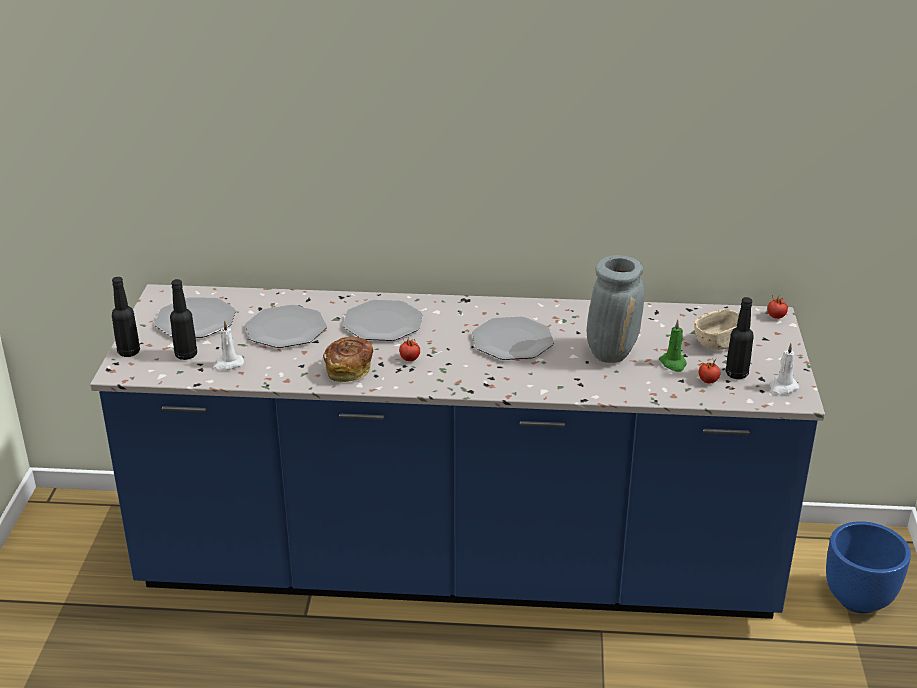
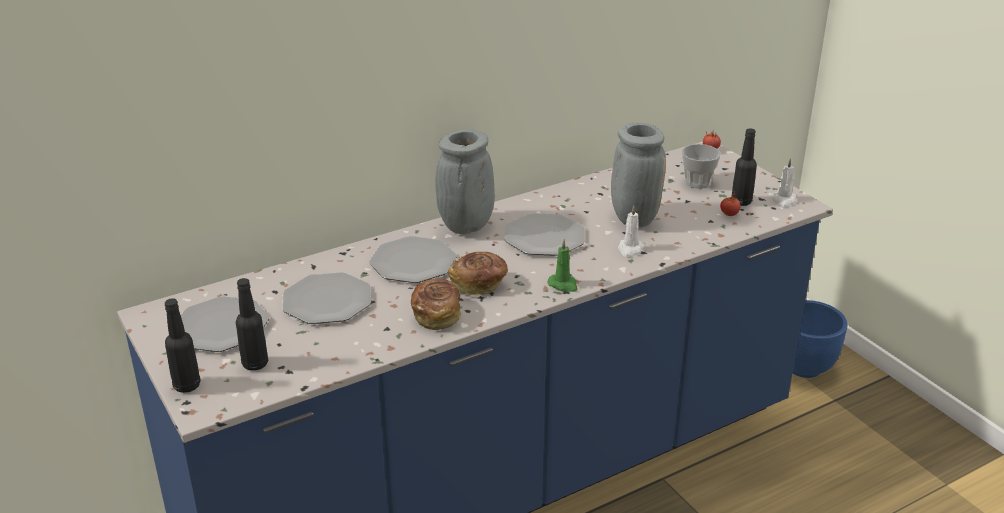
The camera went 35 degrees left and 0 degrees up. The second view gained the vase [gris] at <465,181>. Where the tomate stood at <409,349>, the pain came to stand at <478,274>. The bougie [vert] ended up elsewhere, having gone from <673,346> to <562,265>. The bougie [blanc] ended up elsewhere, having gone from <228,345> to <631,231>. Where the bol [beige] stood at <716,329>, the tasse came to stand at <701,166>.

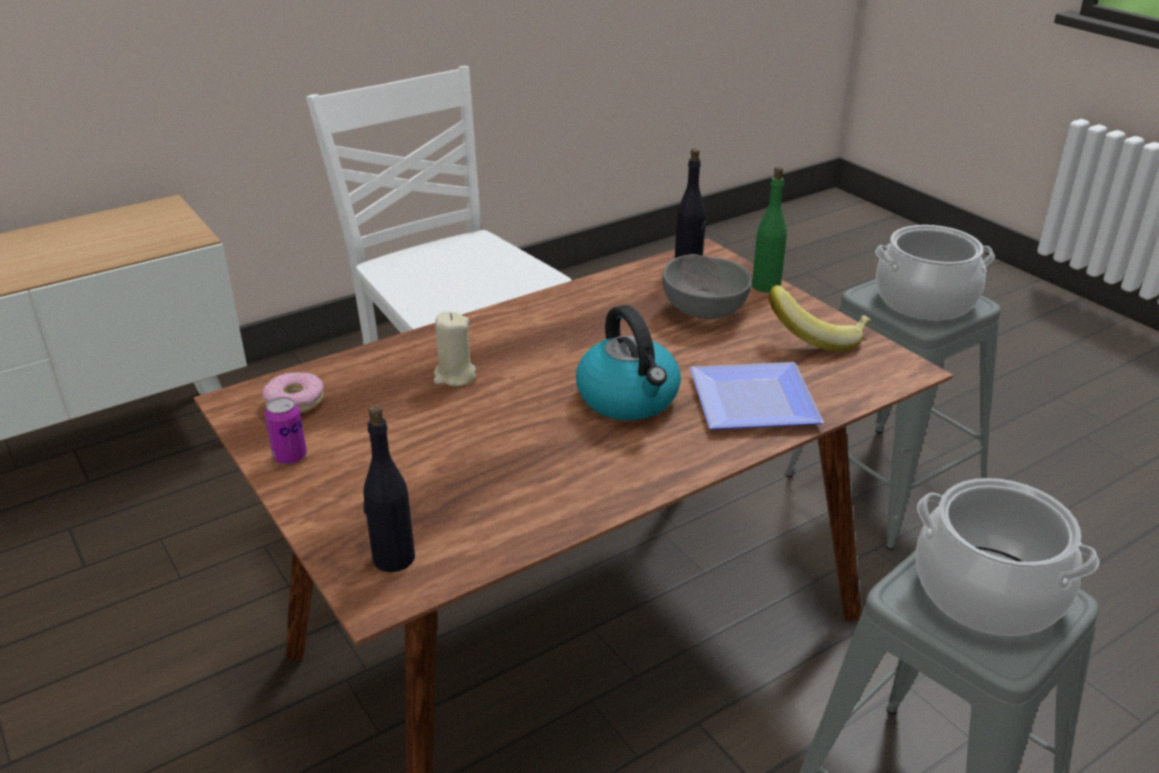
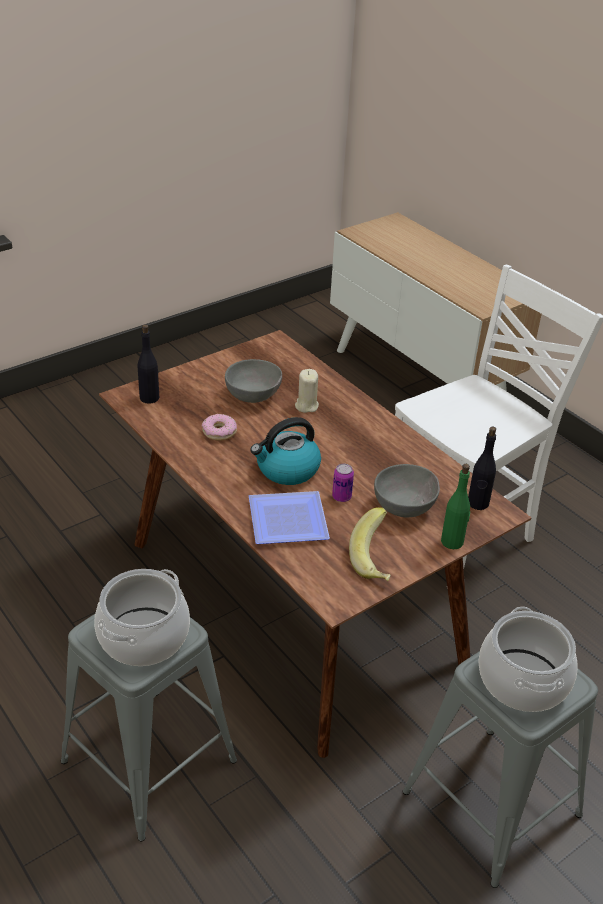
The camera went 85 degrees right and 5 degrees up. The beignet ended up elsewhere, having gone from <293,393> to <219,427>. The second view gained the bol [gris] at <253,381>. The boîte métallique ended up elsewhere, having gone from <285,430> to <343,483>.

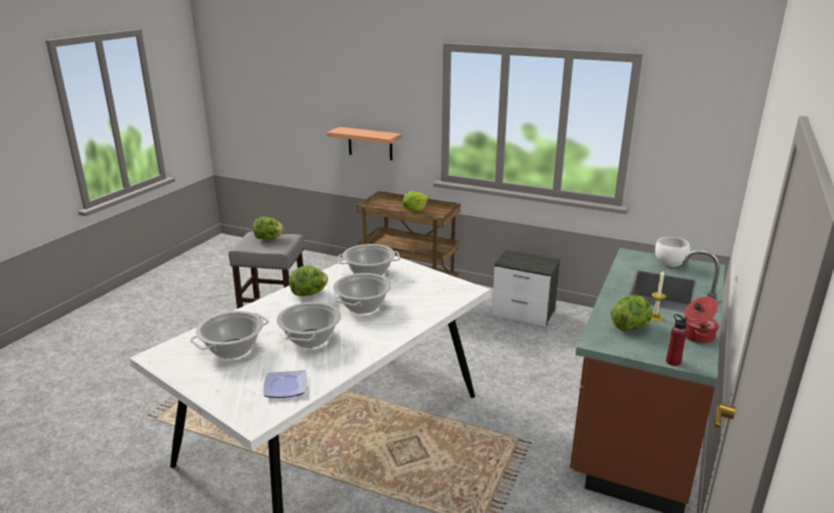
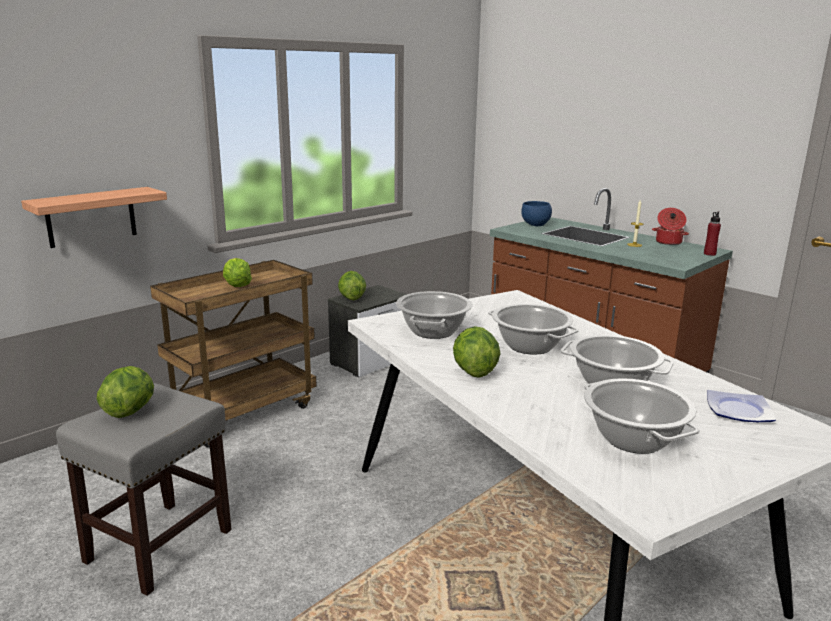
The camera went 70 degrees left and 5 degrees down. The laitue ended up elsewhere, having gone from <631,313> to <352,285>. What was the bol [blanc] at <672,252> turned into the bol [bleu] at <536,213>.

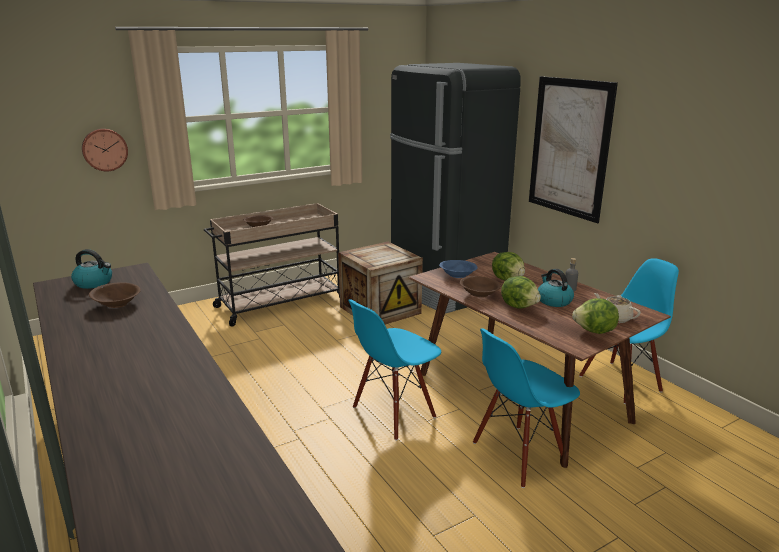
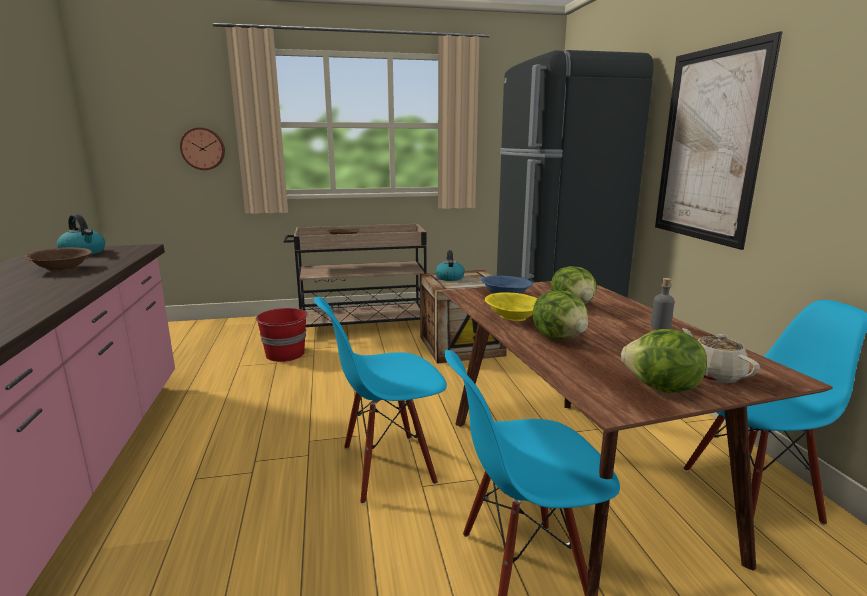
The camera went 20 degrees right and 5 degrees down. The second view gained the seau [rouge] at <282,335>. The bouilloire ended up elsewhere, having gone from <556,288> to <450,265>. What was the bol [marron] at <480,287> turned into the bol [jaune] at <511,306>.

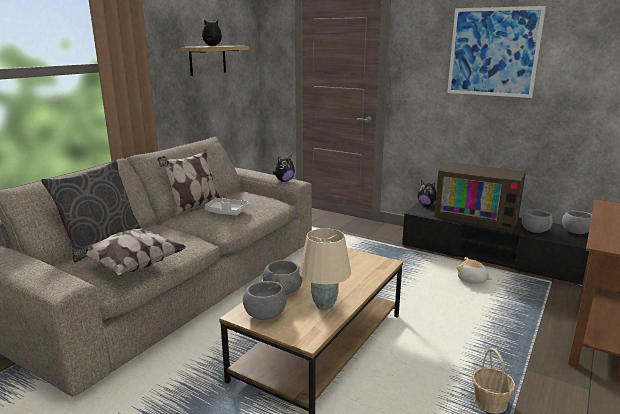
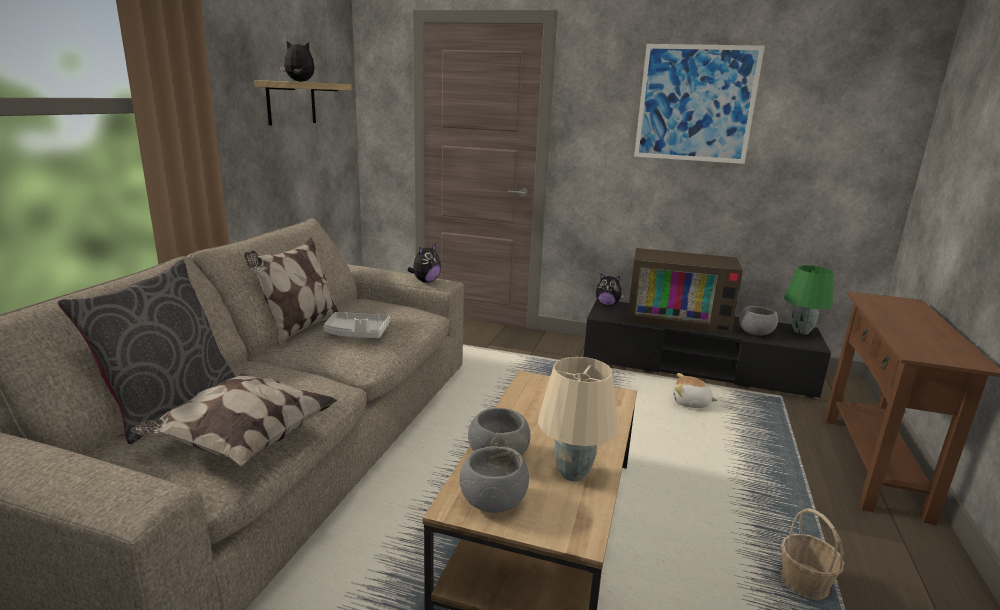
The camera went 15 degrees left and 0 degrees up. Where the bol [gris] stood at <577,222>, the lampe de table [vert] came to stand at <808,300>.

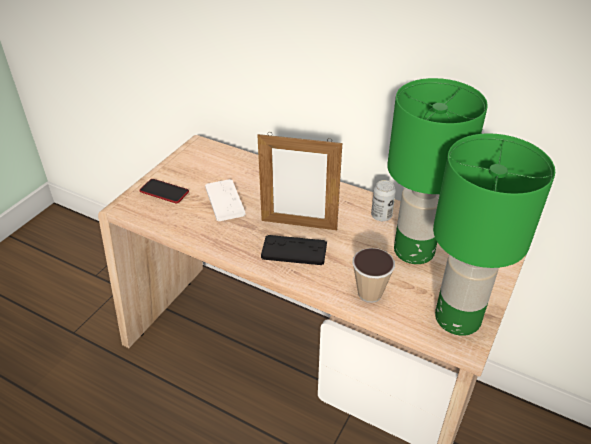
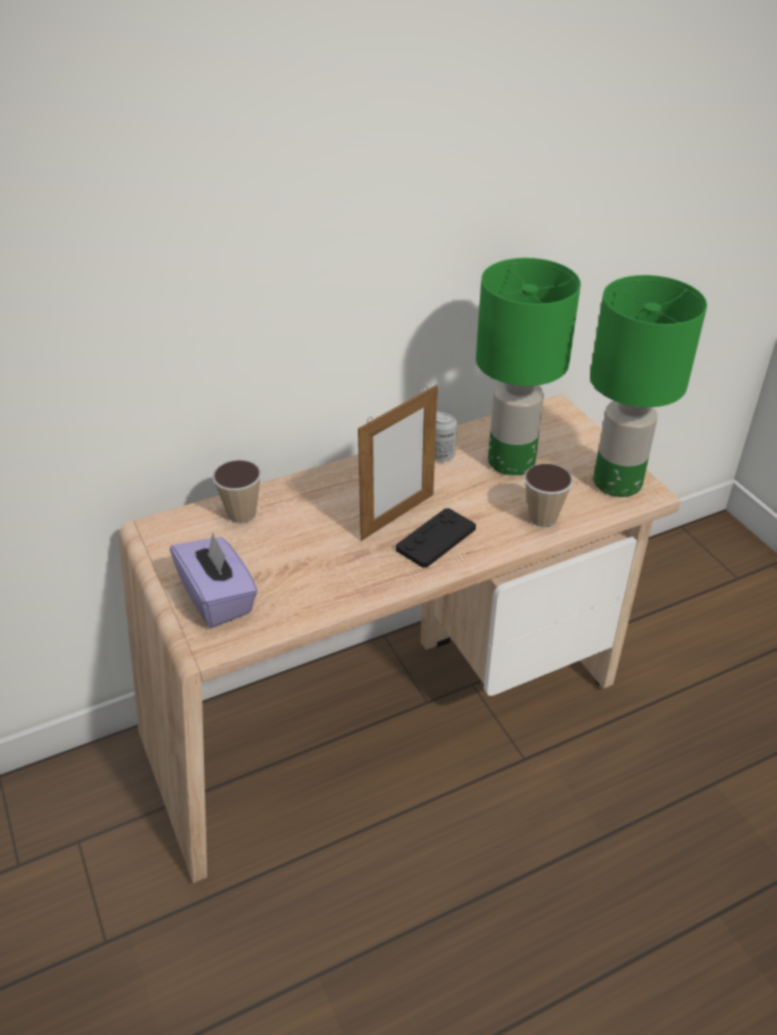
The camera went 55 degrees left and 0 degrees up. Where the téléphone stood at <164,191>, the boîte à mouchoirs [violet] came to stand at <214,580>. The second view gained the tasse at <236,491>. The second view lost the manette [blanc] at <225,200>.

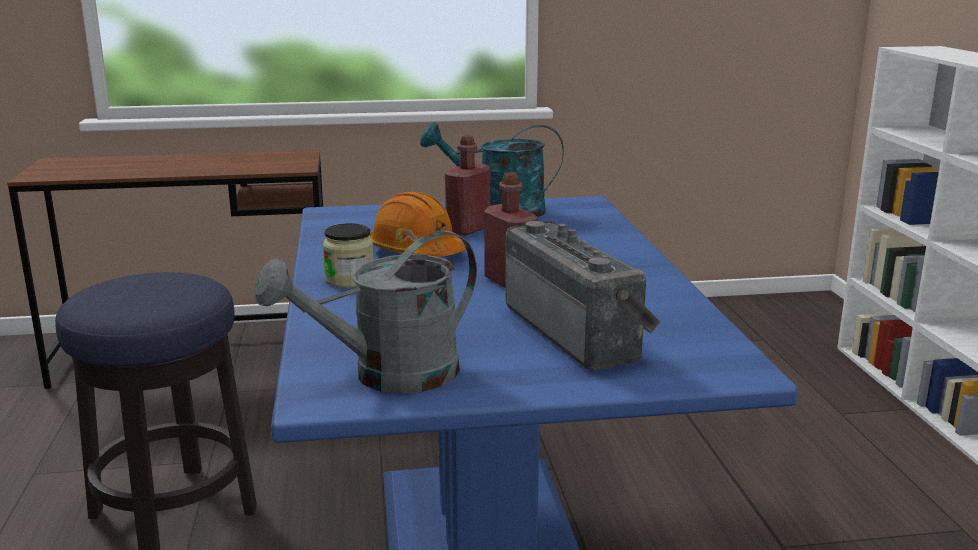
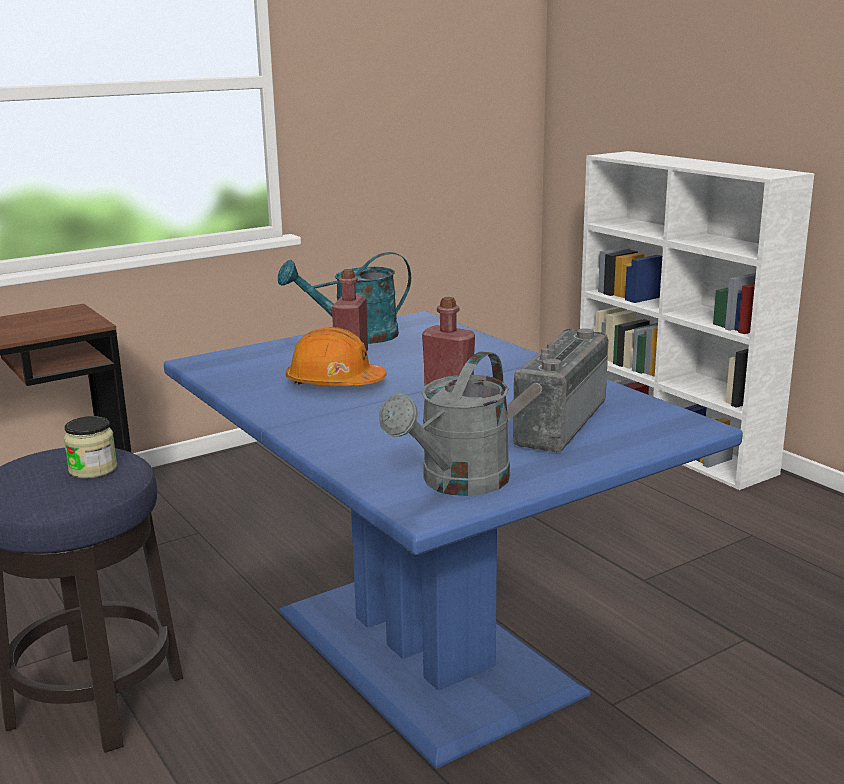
The camera went 25 degrees left and 0 degrees up. The bocal ended up elsewhere, having gone from <348,255> to <90,447>. The radio at <582,296> ended up facing another way, 105 degrees counterclockwise from before.

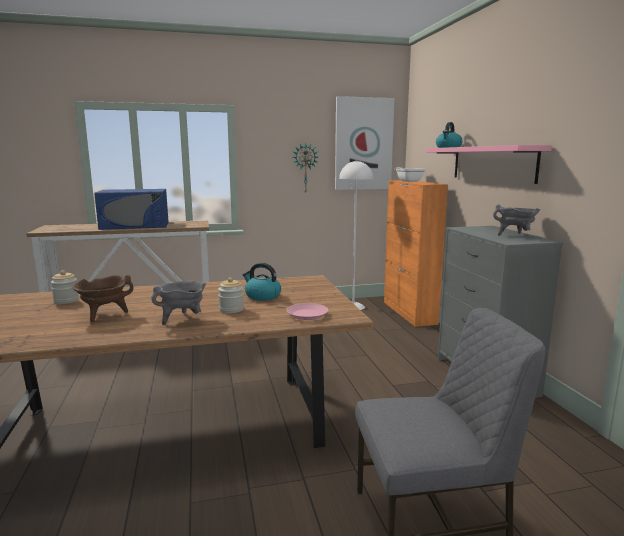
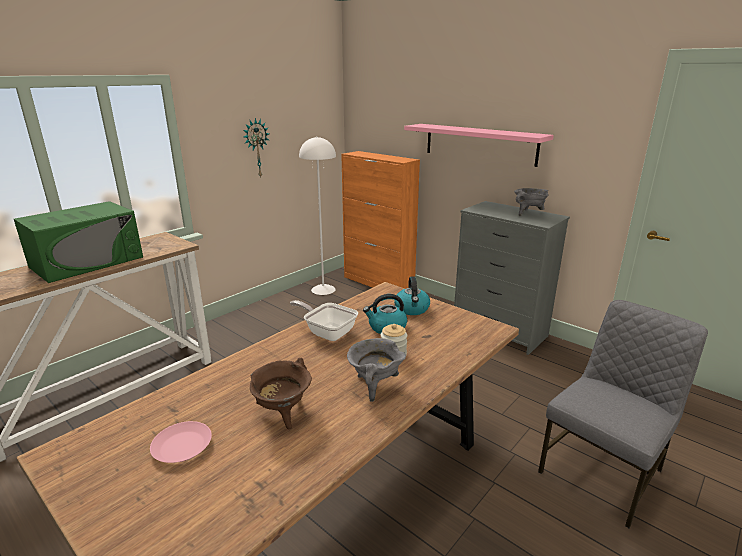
The camera went 35 degrees left and 10 degrees up. What was the micro-ondes [bleu] at <131,209> turned into the micro-ondes [vert] at <78,242>. The assiette [rose] ended up elsewhere, having gone from <307,311> to <181,442>. The poêle ended up elsewhere, having gone from <410,174> to <324,320>. The bouilloire ended up elsewhere, having gone from <449,135> to <412,295>. The second view lost the bocal at <65,287>. The second view lost the tableau at <365,143>.

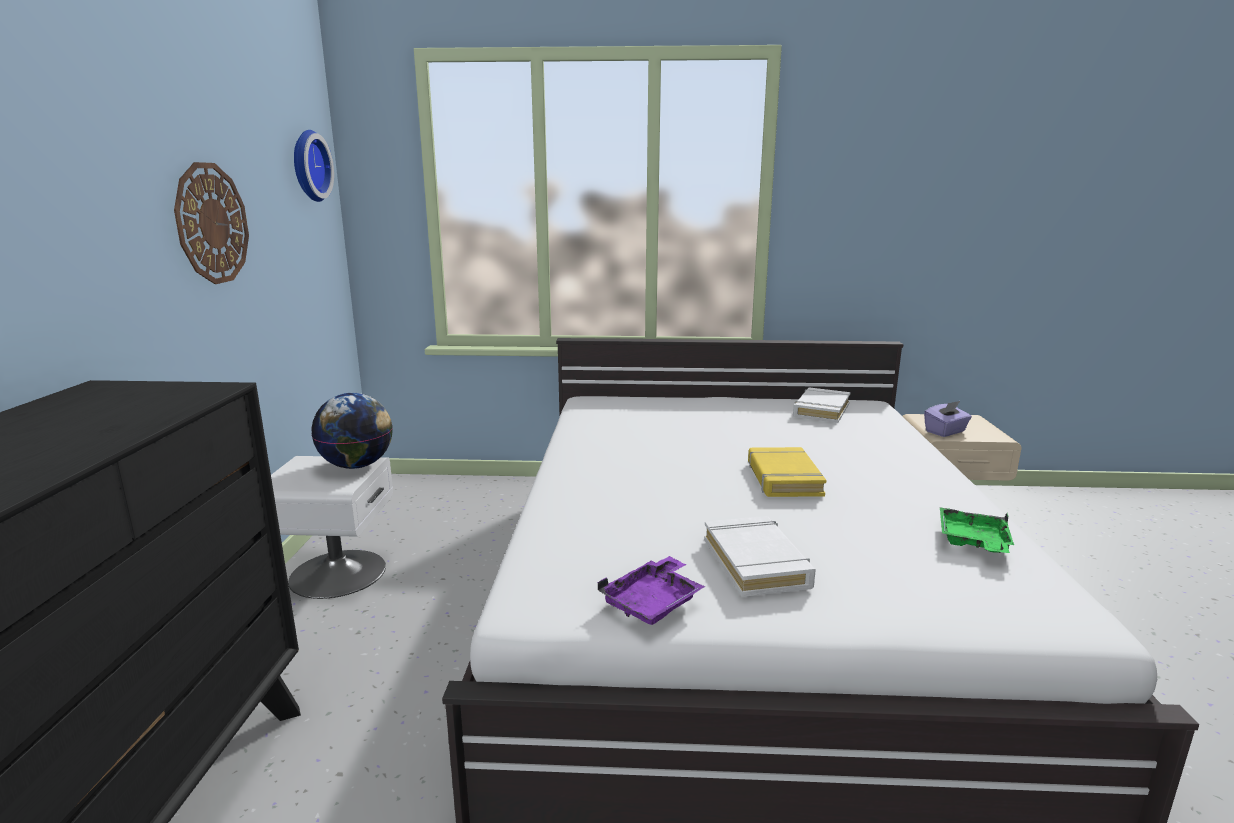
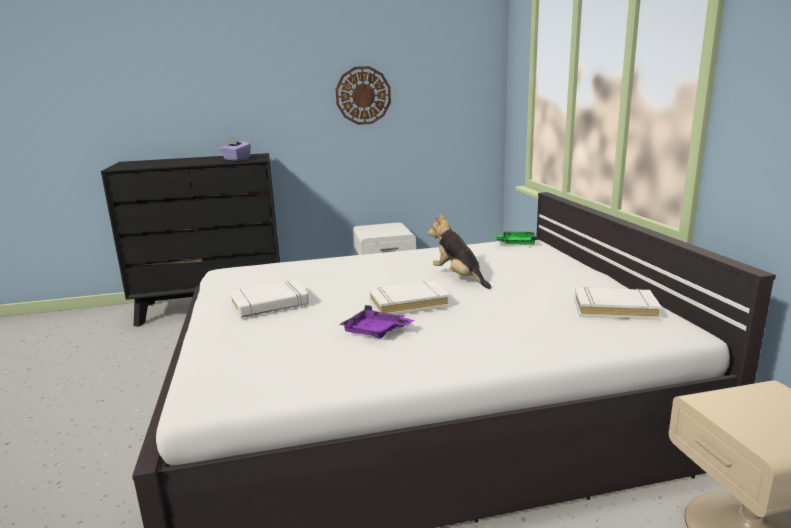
The camera went 75 degrees right and 0 degrees up. The boîte à mouchoirs [violet] ended up elsewhere, having gone from <948,419> to <235,149>. The plateau [violet] ended up elsewhere, having gone from <651,590> to <376,322>. What was the livre [jaune] at <787,472> turned into the livre [blanc] at <409,298>. The second view gained the peluche at <459,251>. The plateau [vert] ended up elsewhere, having gone from <977,530> to <515,238>. The second view lost the horloge murale at <314,166>. The second view lost the globe at <352,431>.

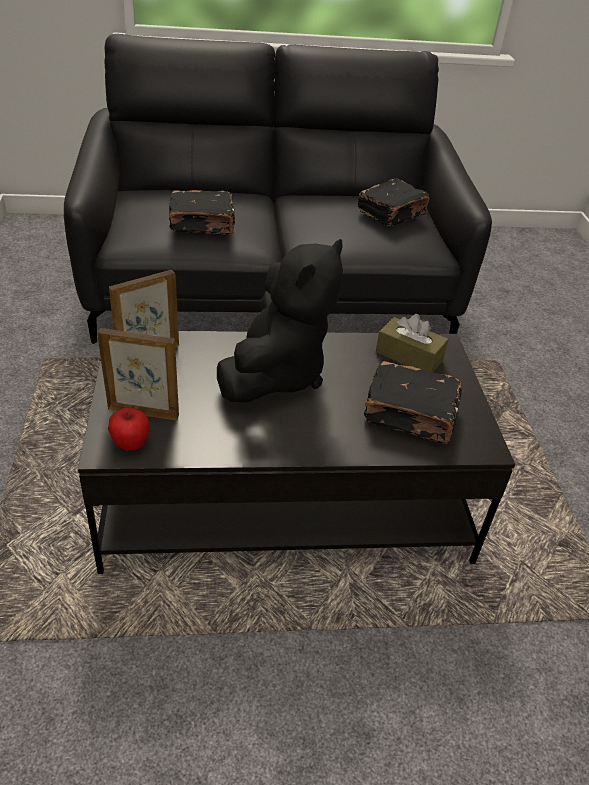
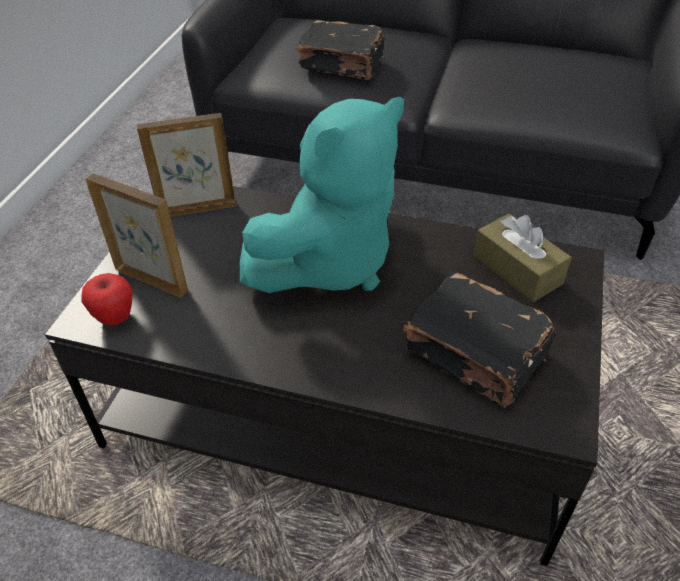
The camera went 25 degrees right and 5 degrees up. What was the peluche [noir] at <280,321> turned into the peluche [turquoise] at <322,195>. The second view lost the livre [noir] at <393,202>.

